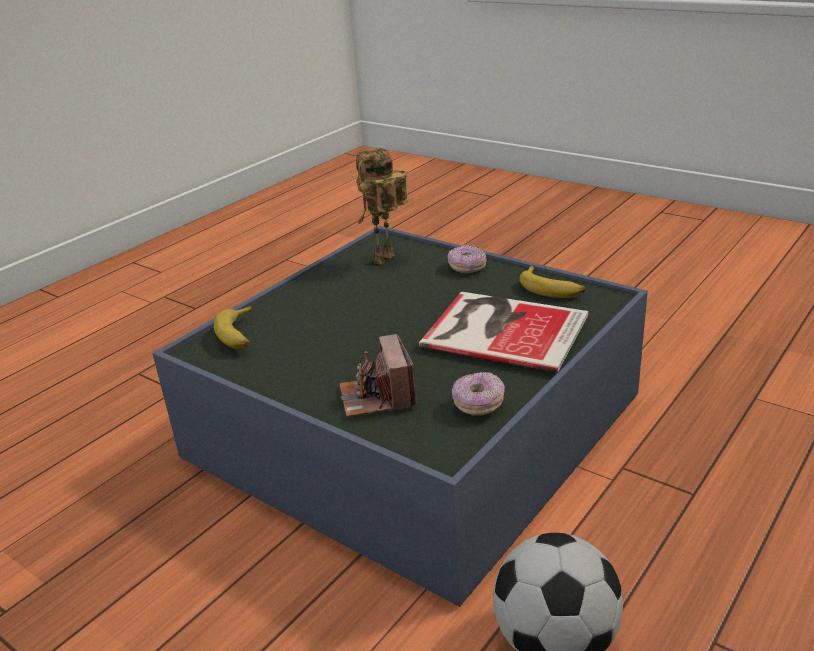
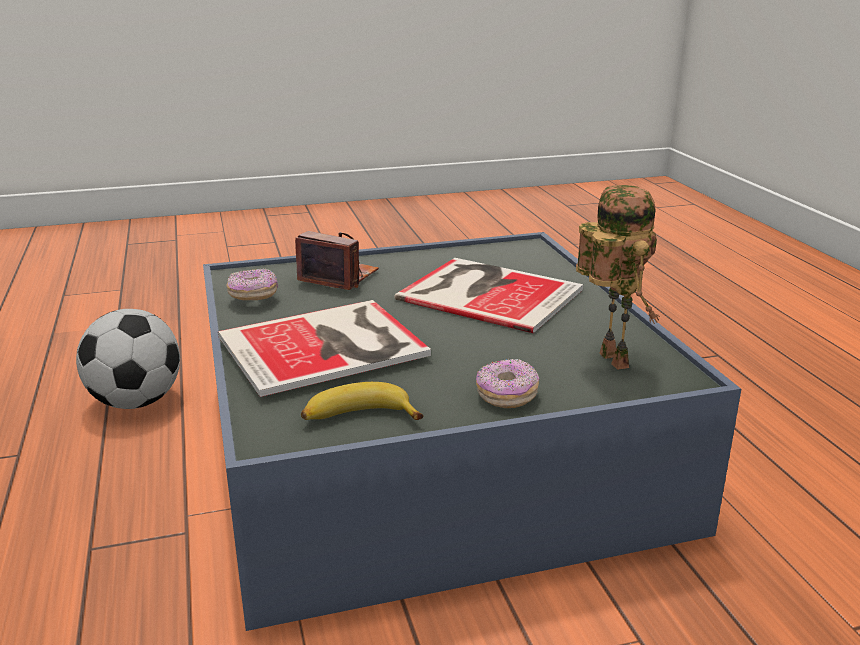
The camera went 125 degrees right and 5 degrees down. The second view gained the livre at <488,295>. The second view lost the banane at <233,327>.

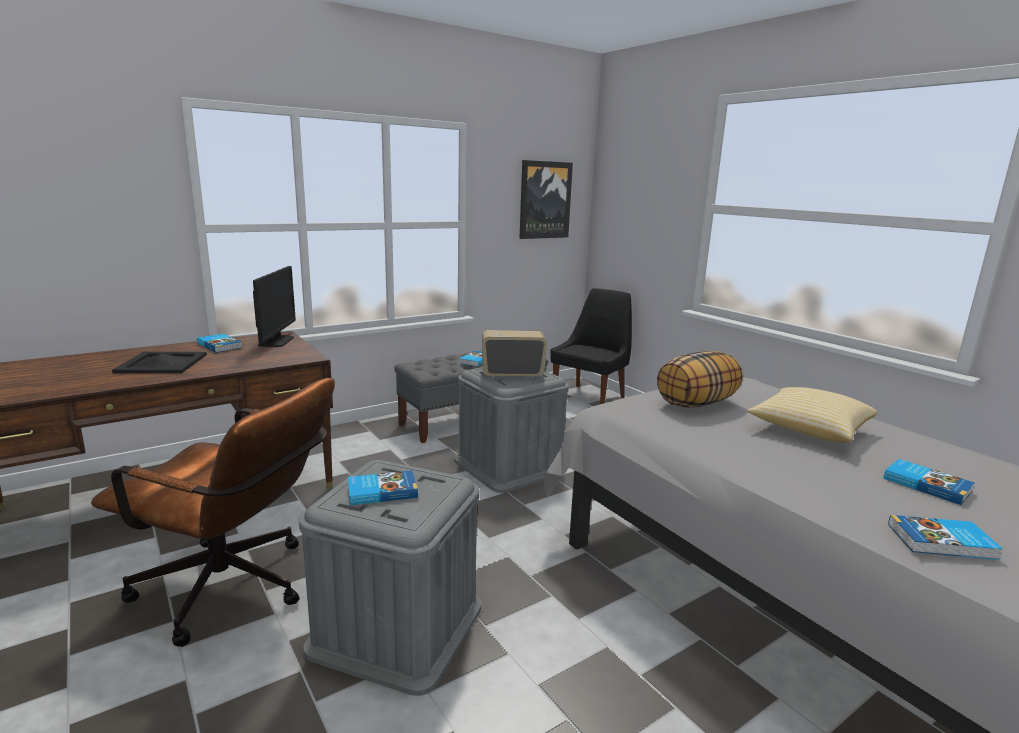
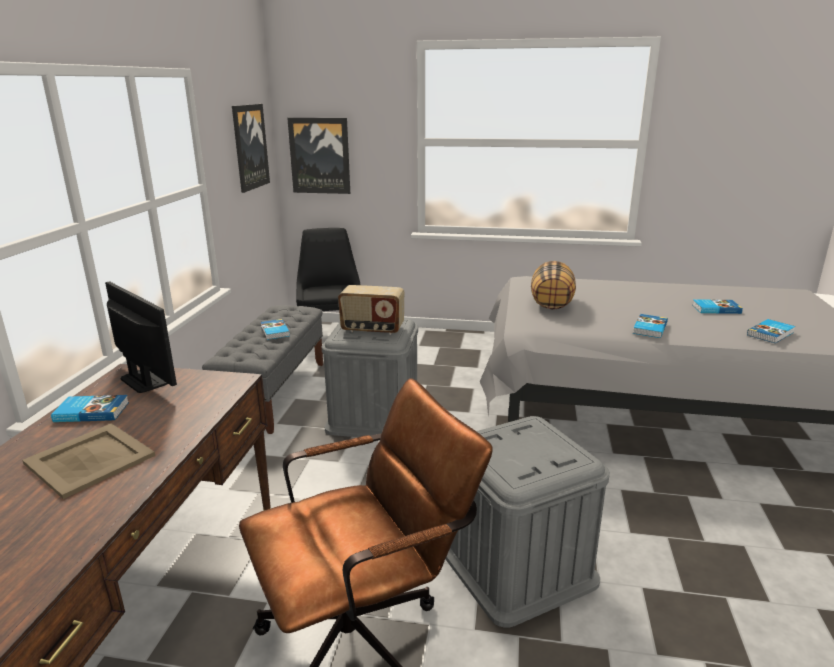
The camera went 45 degrees left and 5 degrees up. What was the plateau [noir] at <159,362> turned into the plateau [beige] at <88,461>. The second view gained the tableau at <318,156>. The radio at <514,354> ended up facing another way, 120 degrees counterclockwise from before. The livre ended up elsewhere, having gone from <383,487> to <650,326>. The second view lost the coussin at <812,415>.

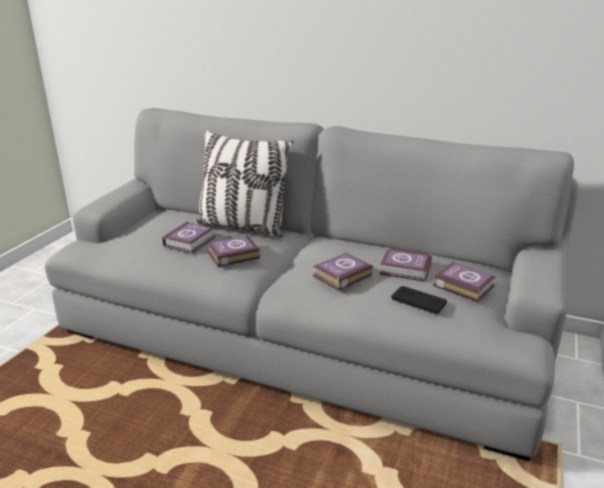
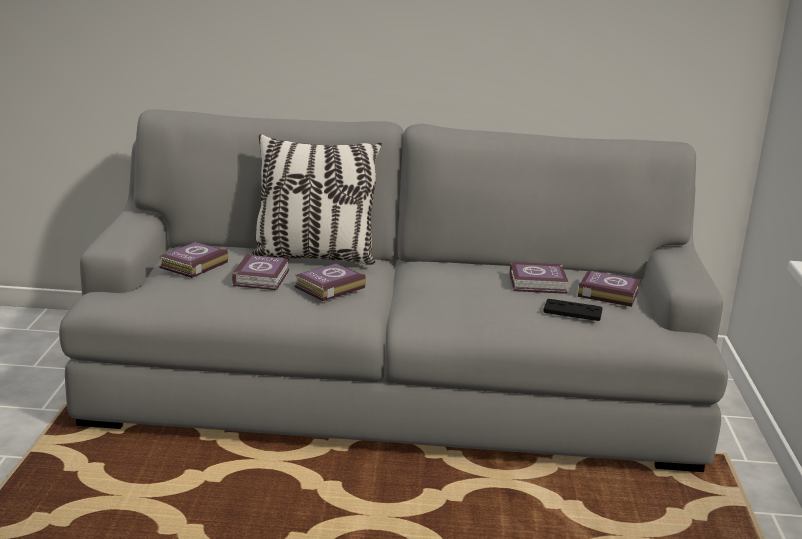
The camera went 20 degrees left and 5 degrees down. The livre ended up elsewhere, having gone from <343,272> to <193,260>.

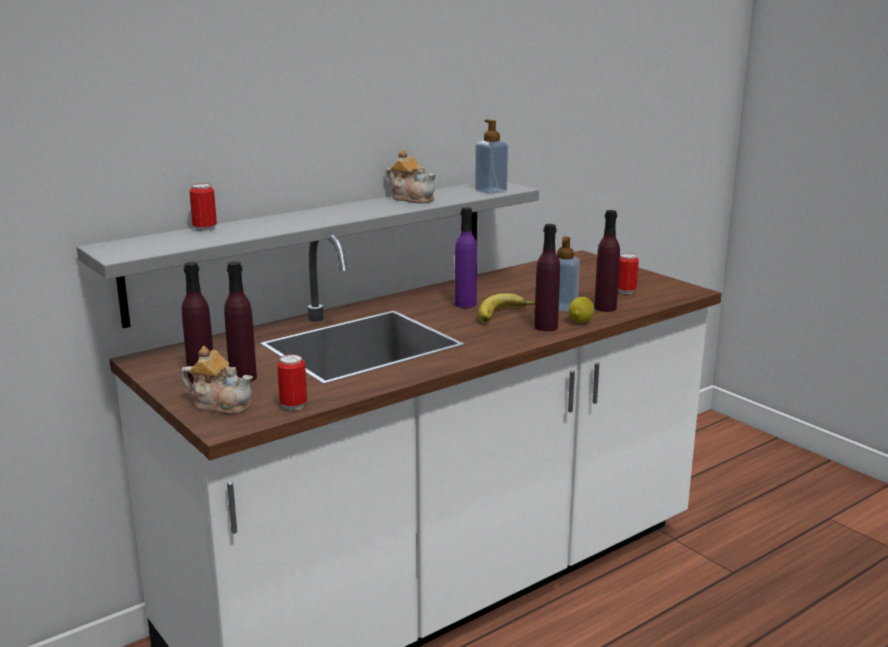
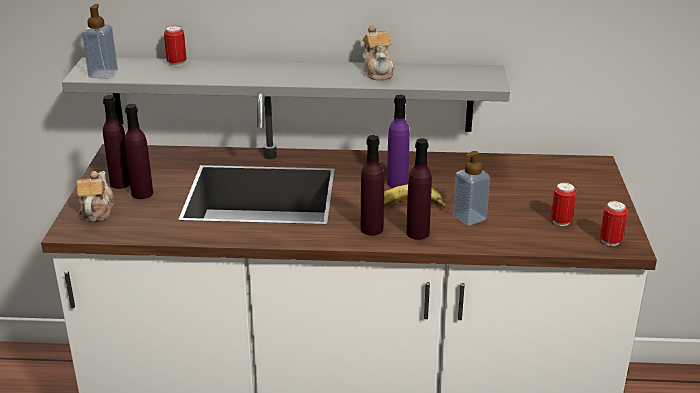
The camera went 40 degrees right and 10 degrees up. The théière at <217,380> ended up facing another way, 150 degrees counterclockwise from before. The distributeur de savon ended up elsewhere, having gone from <491,156> to <100,41>. The bouteille [violet] ended up elsewhere, having gone from <607,261> to <372,185>. The boîte métallique ended up elsewhere, having gone from <292,382> to <614,223>. The second view lost the citron at <581,310>.

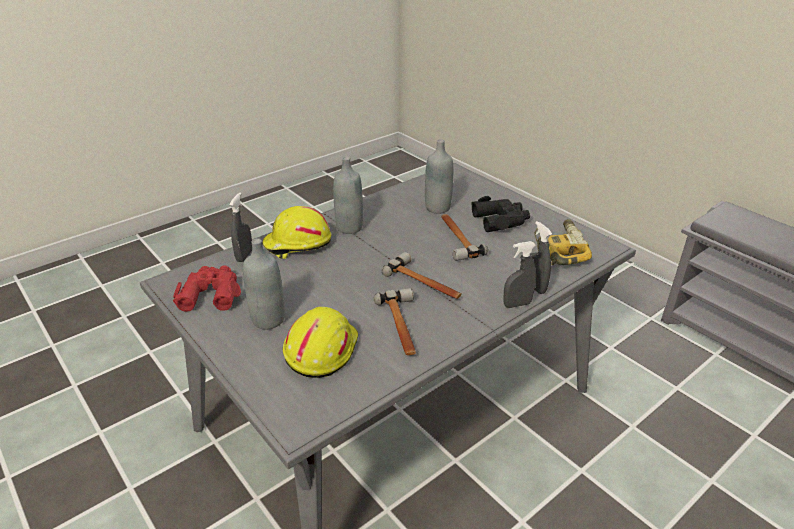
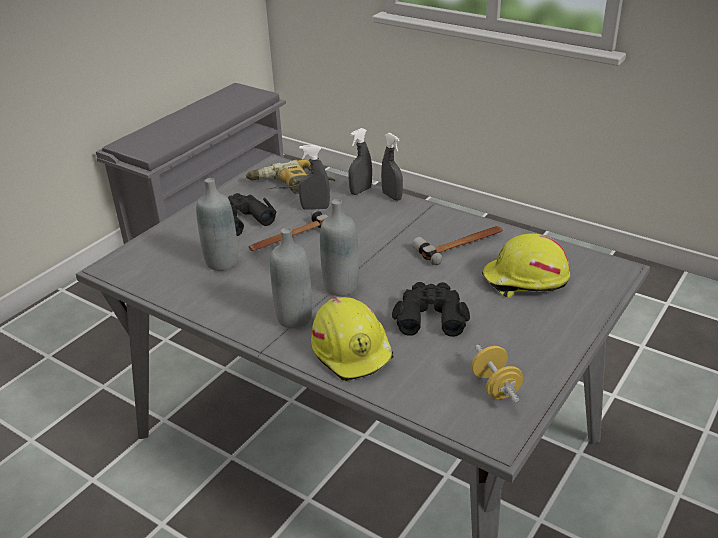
The camera went 105 degrees left and 0 degrees up. The vaporisateur [gris] ended up elsewhere, having gone from <240,227> to <314,177>. The bouteille [gris] ended up elsewhere, having gone from <264,284> to <339,247>. The second view gained the jumelles [noir] at <431,309>. Where the jumelles [rouge] stood at <207,288>, the haltère [jaune] came to stand at <497,374>. The second view lost the marteau at <422,275>.

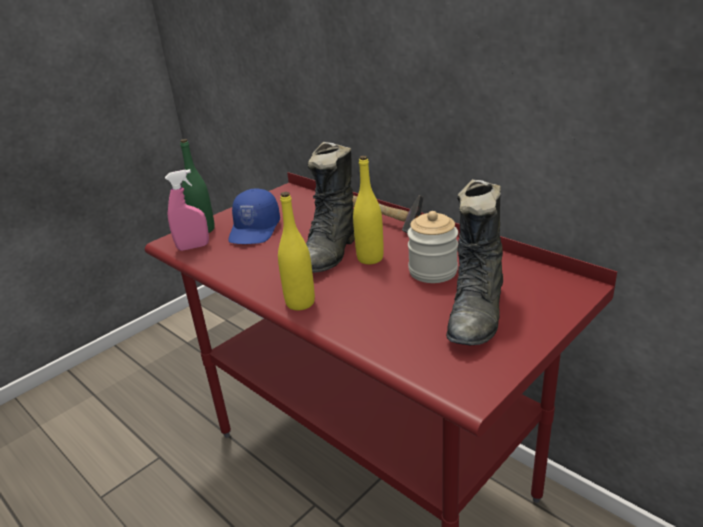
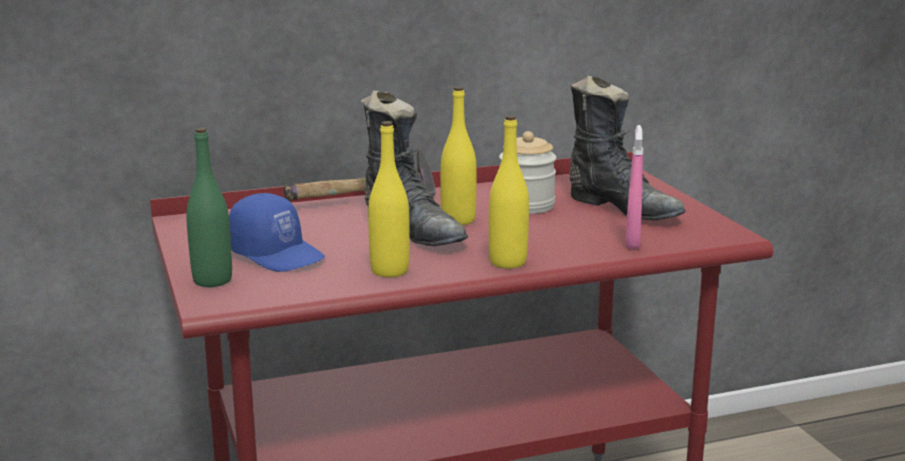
The camera went 65 degrees left and 10 degrees down. The second view gained the bouteille [jaune] at <389,199>. The vaporisateur [rose] ended up elsewhere, having gone from <187,210> to <634,187>.

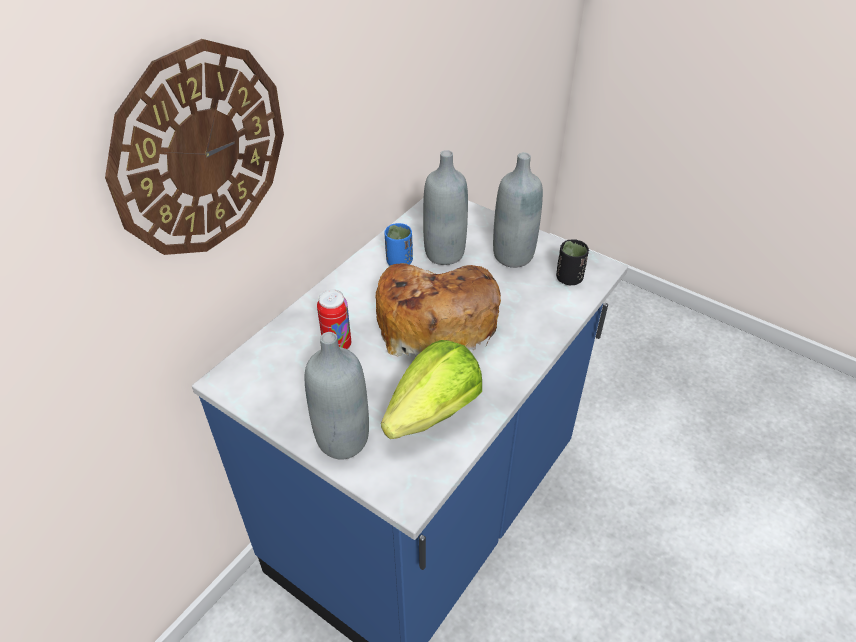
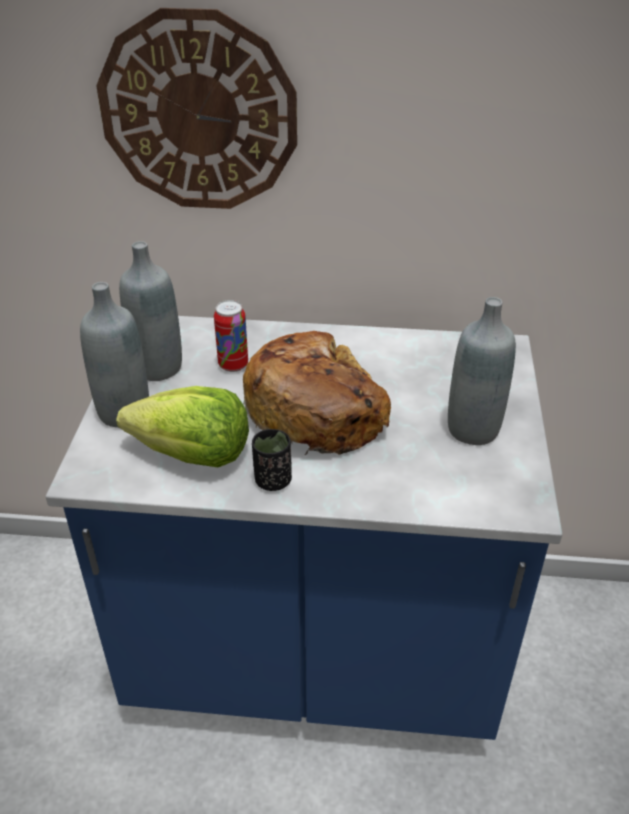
The camera went 60 degrees right and 5 degrees down. The bouteille [gris] ended up elsewhere, having gone from <445,207> to <150,311>. The tasse [noir] ended up elsewhere, having gone from <572,262> to <272,460>. The second view lost the tasse [bleu] at <398,244>.

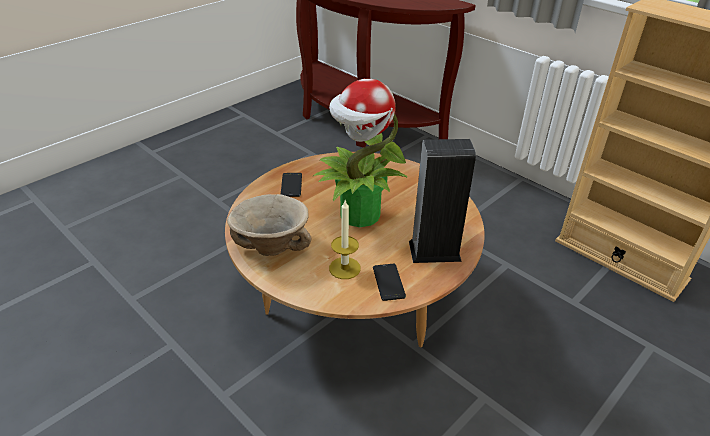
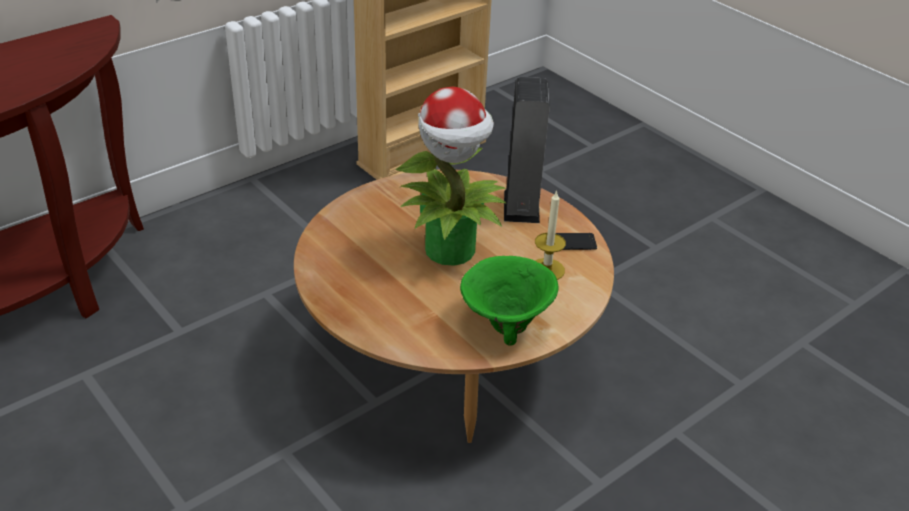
The camera went 85 degrees left and 0 degrees up. What was the bol [beige] at <269,225> turned into the bol [vert] at <509,301>. The second view lost the téléphone at <291,185>.

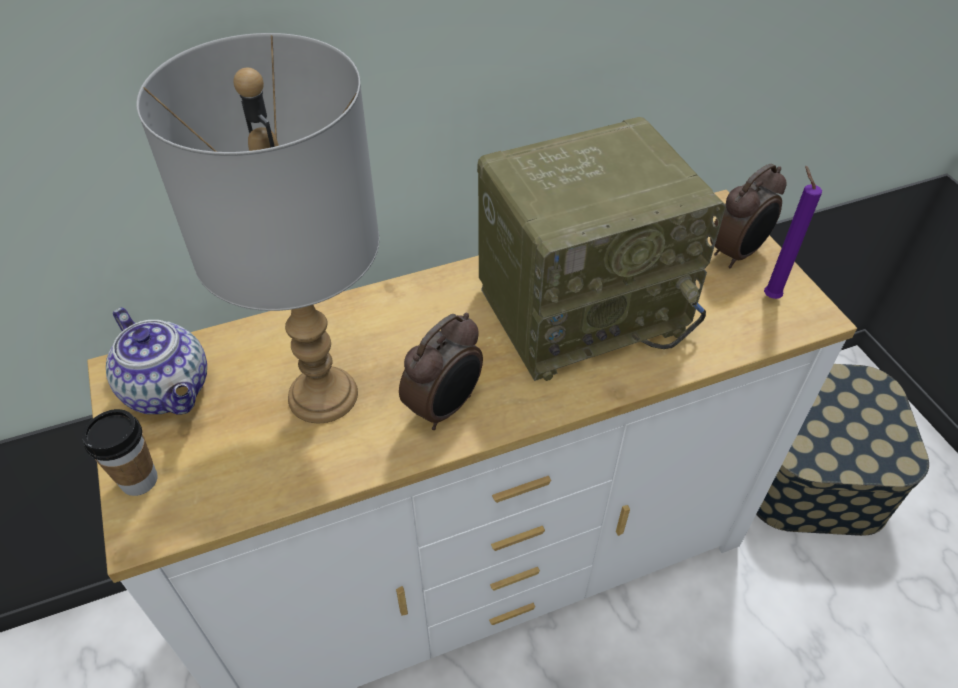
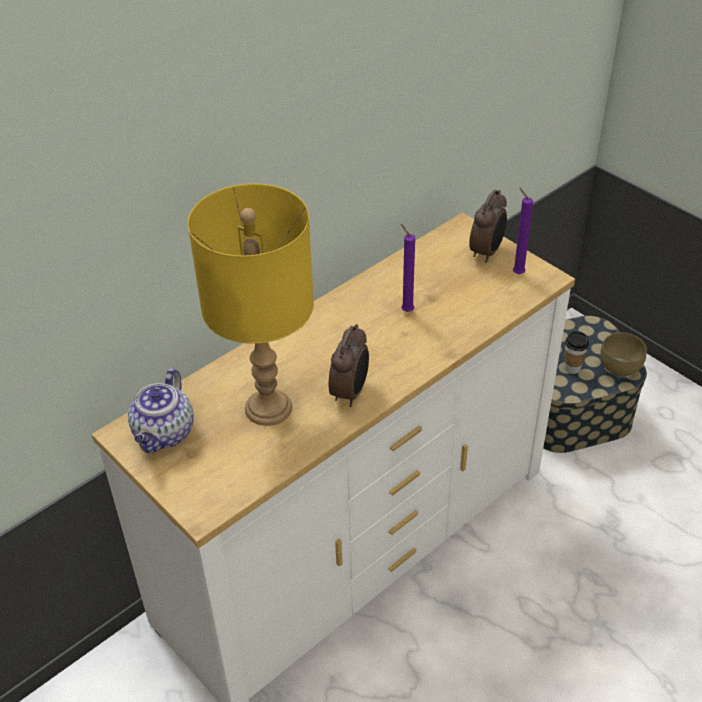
The camera went 20 degrees left and 5 degrees down. The théière at <156,360> ended up facing another way, 75 degrees clockwise from before. What was the lampe de table [gris] at <257,228> turned into the lampe de table [jaune] at <251,304>. Where the radio stood at <601,249>, the bougie [violet] came to stand at <408,268>. The tasse ended up elsewhere, having gone from <120,452> to <576,352>. The second view gained the bol [marron] at <623,354>.

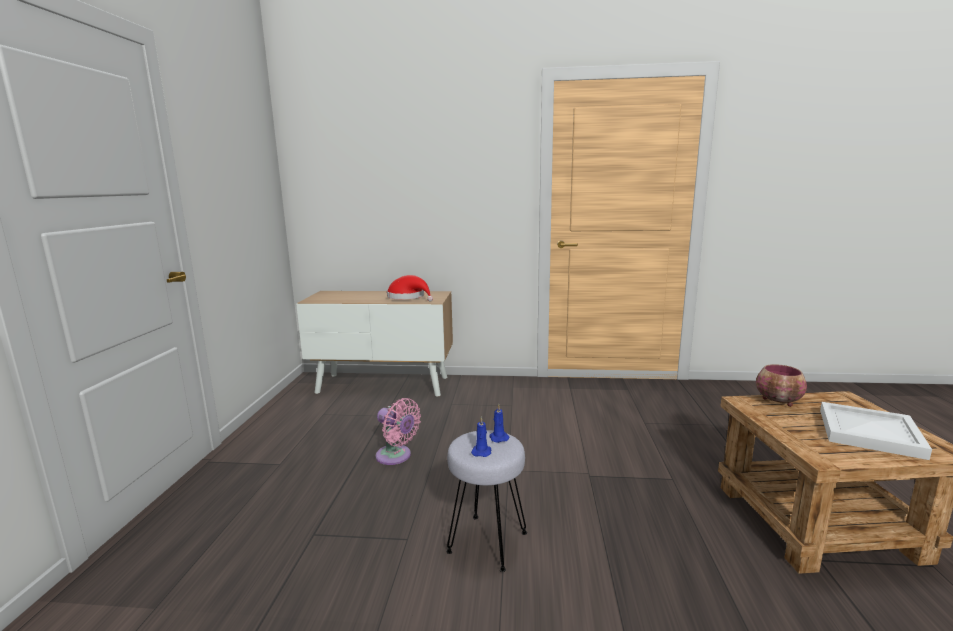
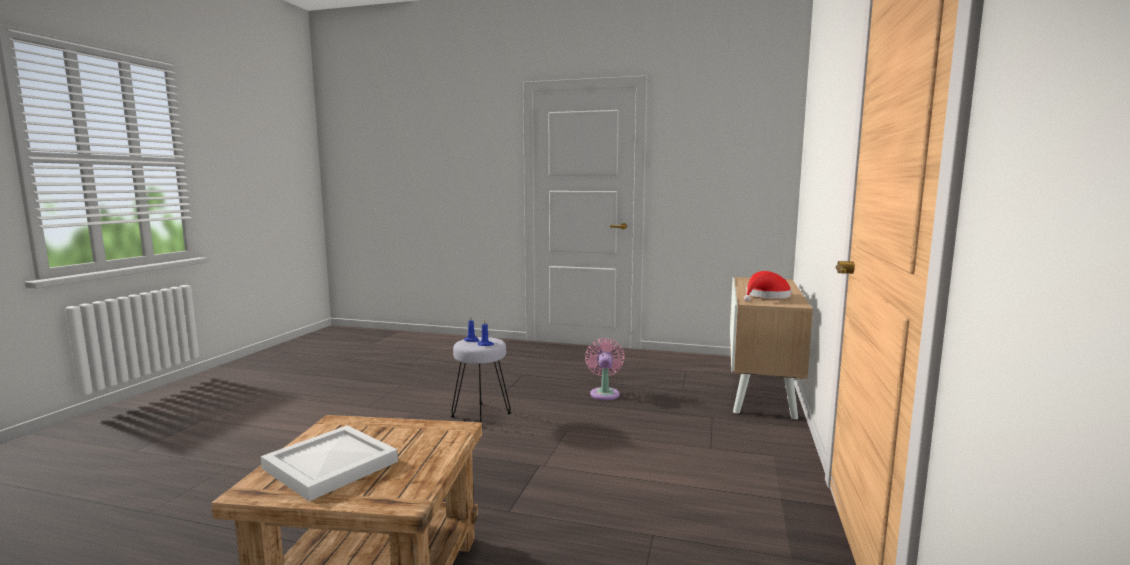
The camera went 100 degrees right and 5 degrees down. The ventilateur [rose] at <398,431> ended up facing another way, 135 degrees clockwise from before. The second view lost the bol at <781,385>.

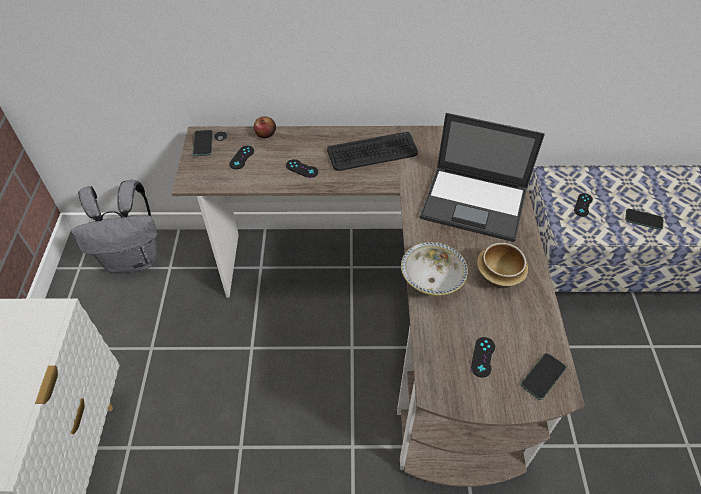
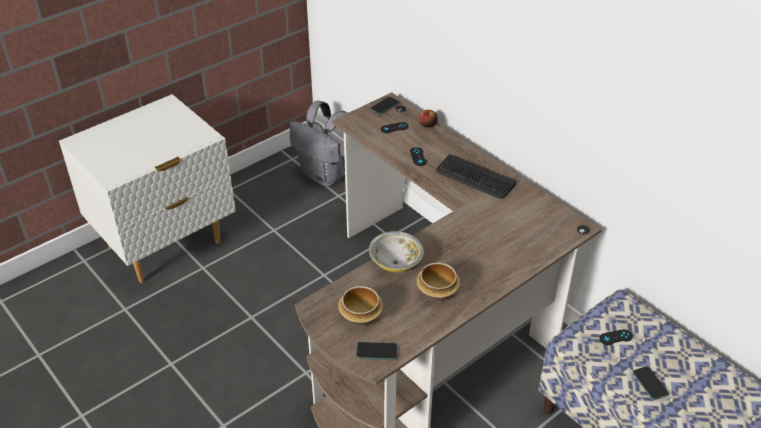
The camera went 50 degrees right and 10 degrees down. Where the manette [noir] stood at <483,357>, the bol came to stand at <360,306>. The second view lost the ordinateur portable at <482,177>.

